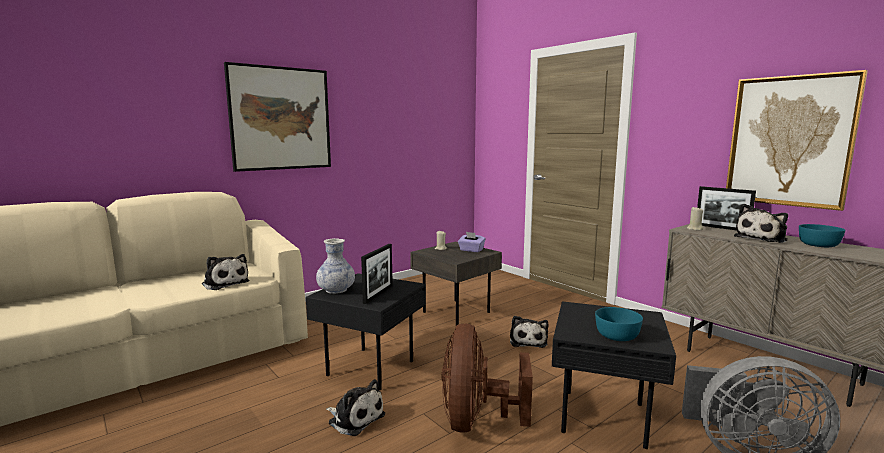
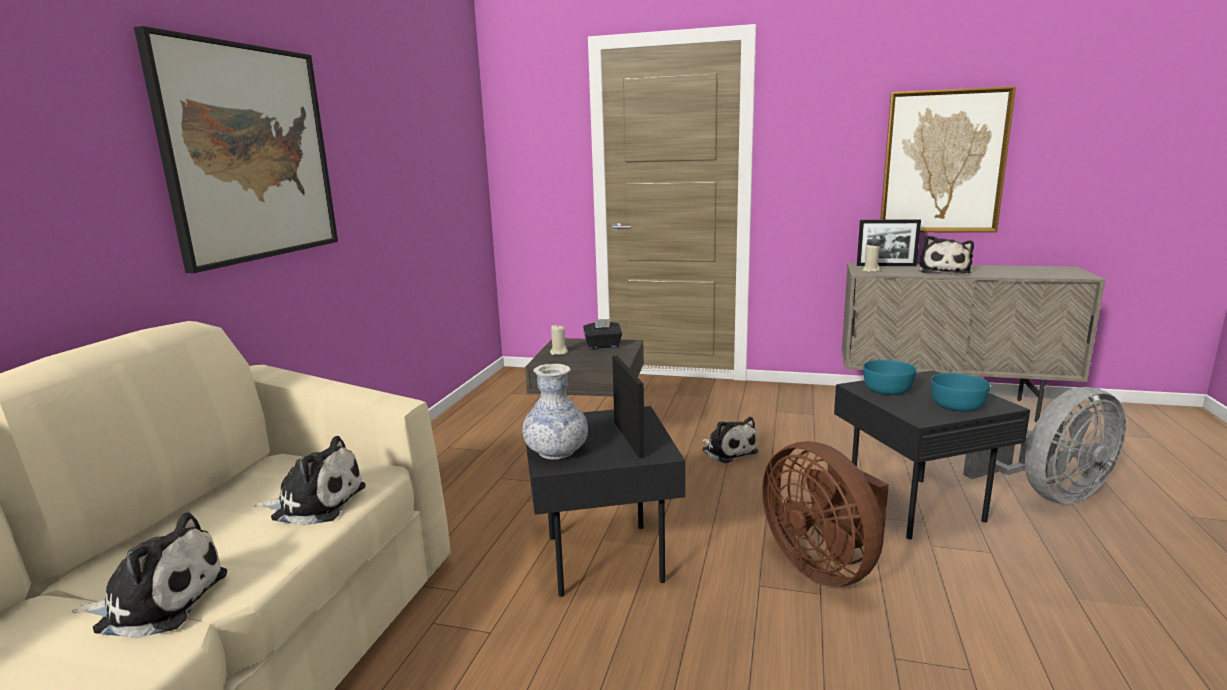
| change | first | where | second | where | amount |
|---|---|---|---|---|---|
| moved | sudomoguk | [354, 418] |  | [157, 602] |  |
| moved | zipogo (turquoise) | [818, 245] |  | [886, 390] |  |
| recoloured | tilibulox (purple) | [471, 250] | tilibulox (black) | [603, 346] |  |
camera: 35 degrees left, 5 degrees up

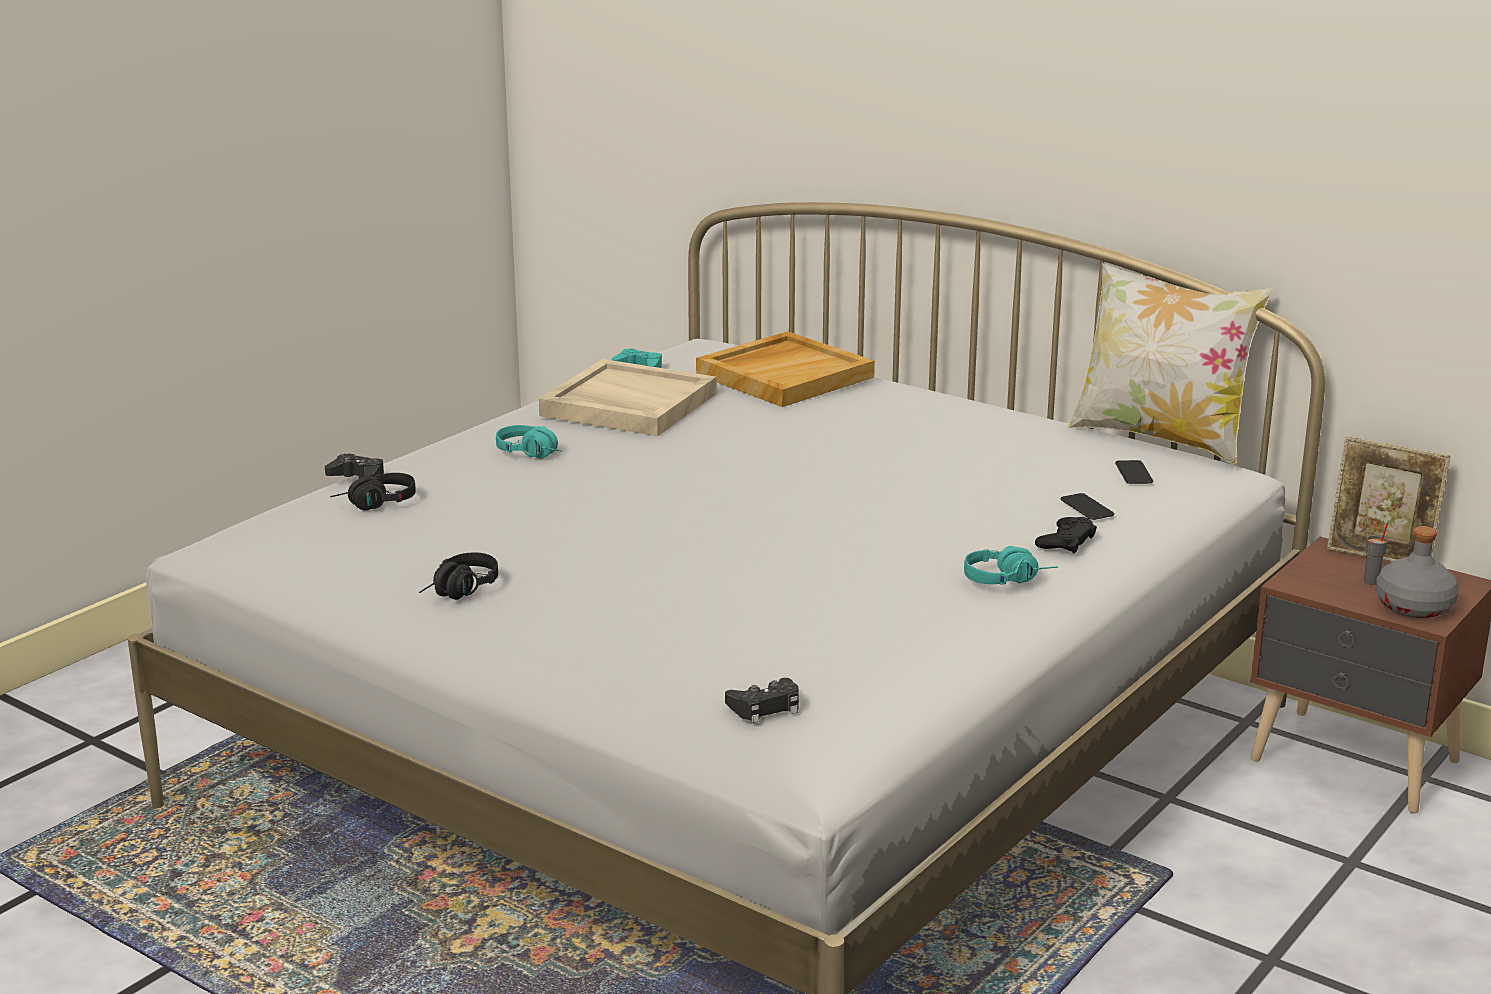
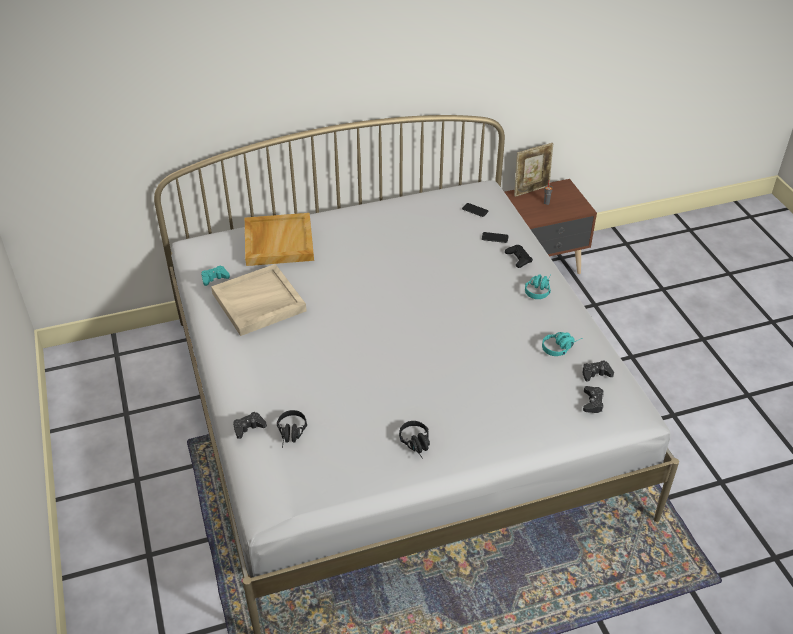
| change | first | where | second | where | amount |
|---|---|---|---|---|---|
| removed | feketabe | [1161, 438] |  |  |  |
| removed | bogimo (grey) | [1413, 607] |  |  |  |
| added |  |  | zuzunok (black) | [596, 373] |  |
| moved | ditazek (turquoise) | [534, 454] |  | [561, 347] |  |
camera: 55 degrees left, 20 degrees up

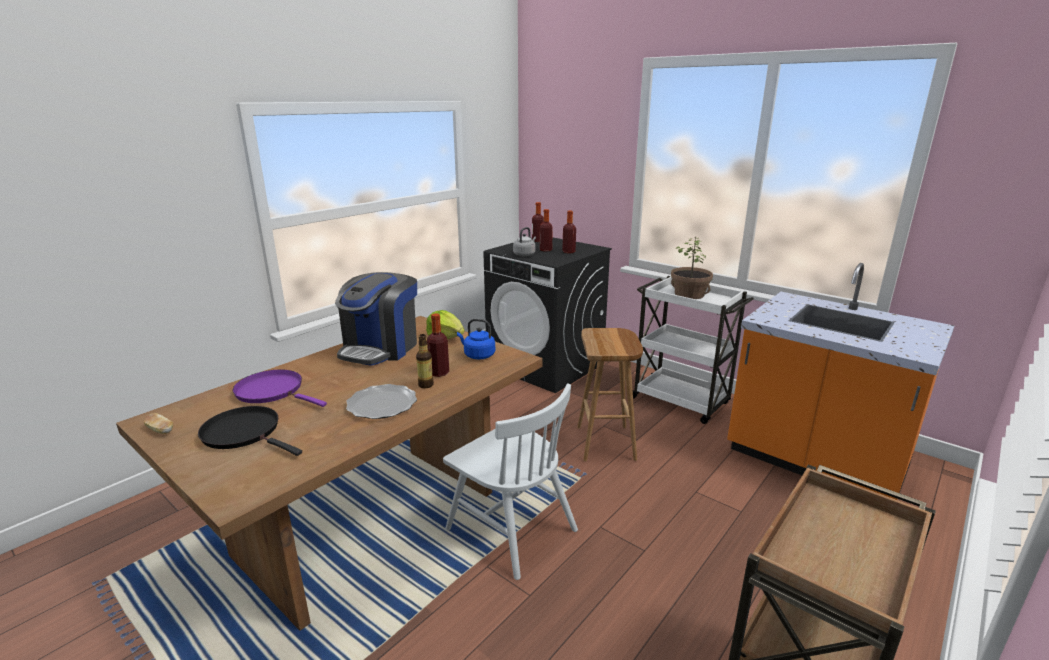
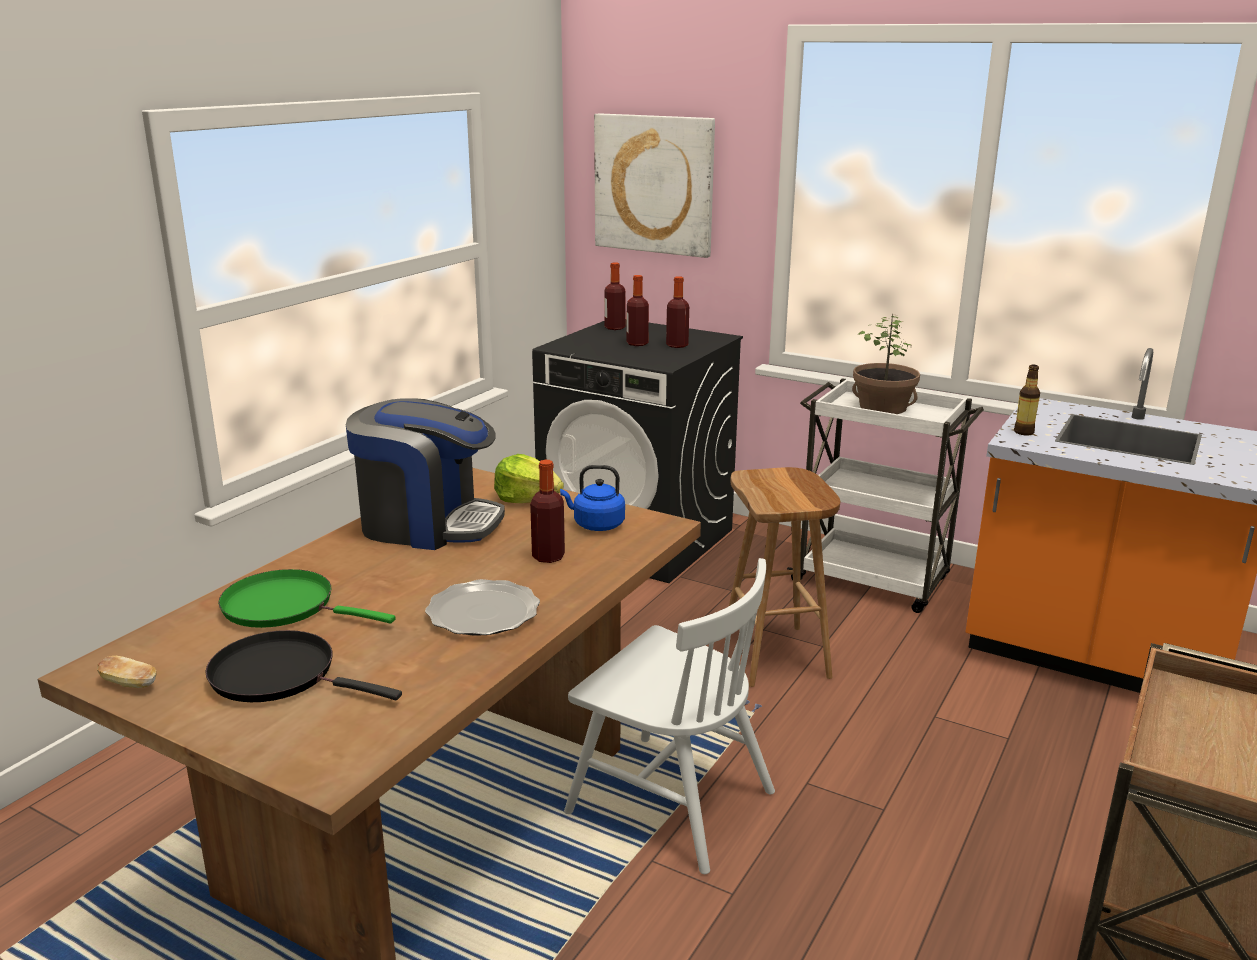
| change | first | where | second | where | amount |
|---|---|---|---|---|---|
| removed | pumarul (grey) | [525, 254] |  |  |  |
| added |  |  | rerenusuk | [654, 184] |  |
| moved | bogimo | [426, 385] |  | [1023, 432] |  |
| recoloured | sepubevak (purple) | [273, 391] | sepubevak (green) | [285, 606] |  |
| turned | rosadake | [381, 348] |  | [428, 524] | 90 degrees counterclockwise |
camera: 10 degrees left, 0 degrees up

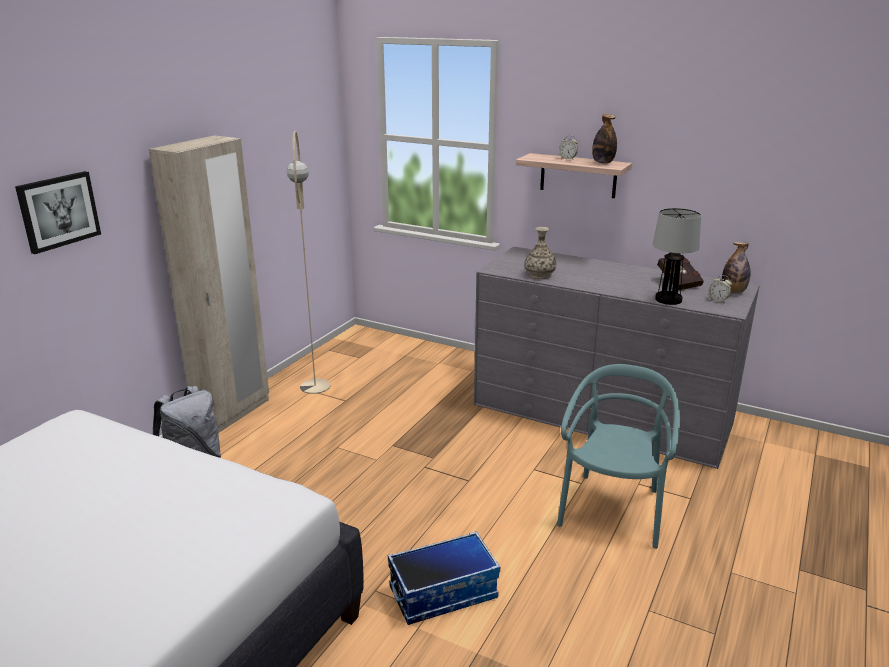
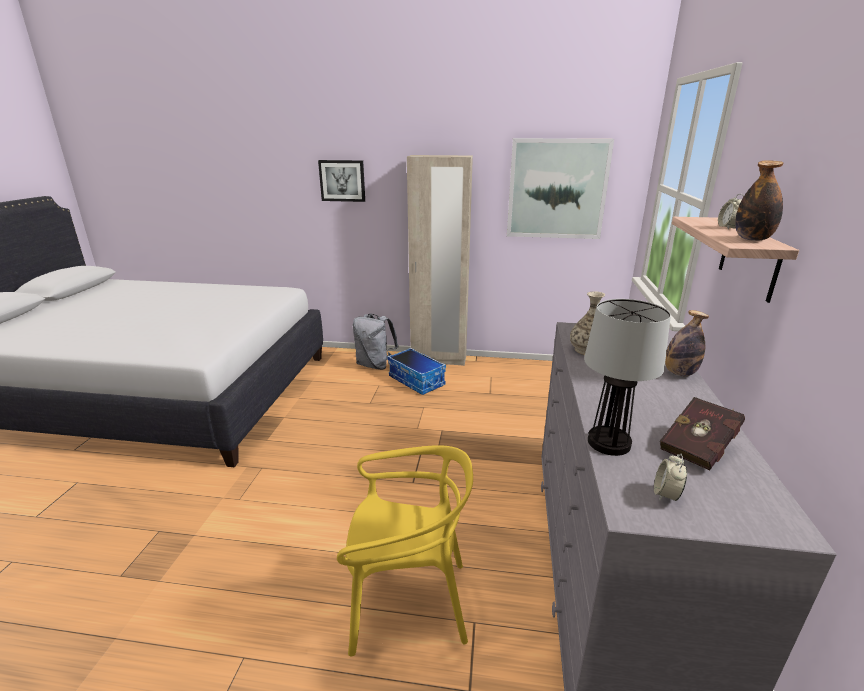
| change | first | where | second | where | amount |
|---|---|---|---|---|---|
| removed | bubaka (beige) | [315, 386] |  |  |  |
| added |  |  | rerenusuk | [557, 189] |  |
| moved | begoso | [443, 592] |  | [417, 381] |  |
| moved | bogimo | [733, 292] |  | [679, 373] |  |
| recoloured | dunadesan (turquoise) | [612, 510] | dunadesan (yellow) | [408, 601] |  |
camera: 70 degrees right, 0 degrees up

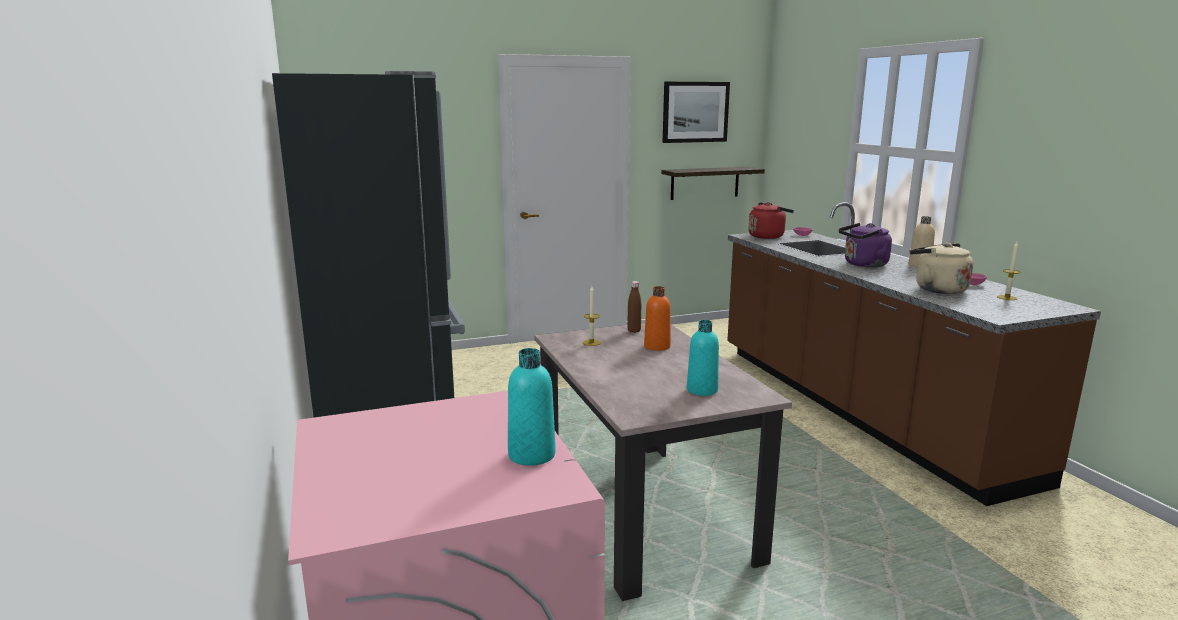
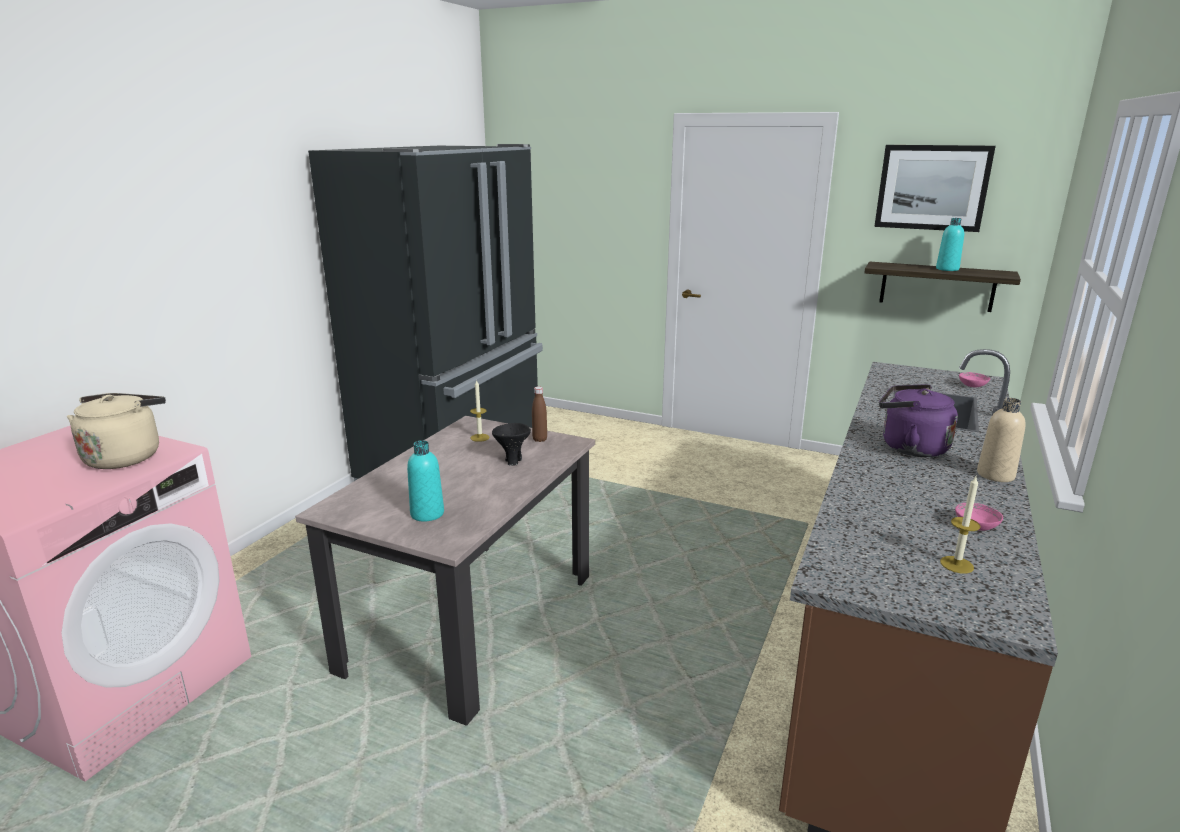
| change | first | where | second | where | amount |
|---|---|---|---|---|---|
| removed | pumarul (red) | [768, 236] |  |  |  |
| moved | bogimo (turquoise) | [531, 455] |  | [947, 269] |  |
| moved | pumarul (beige) | [937, 289] |  | [126, 457] |  |
| replaced | bogimo (orange) | [657, 346] | zipogo (black) | [513, 461] |  |
camera: 45 degrees right, 5 degrees up

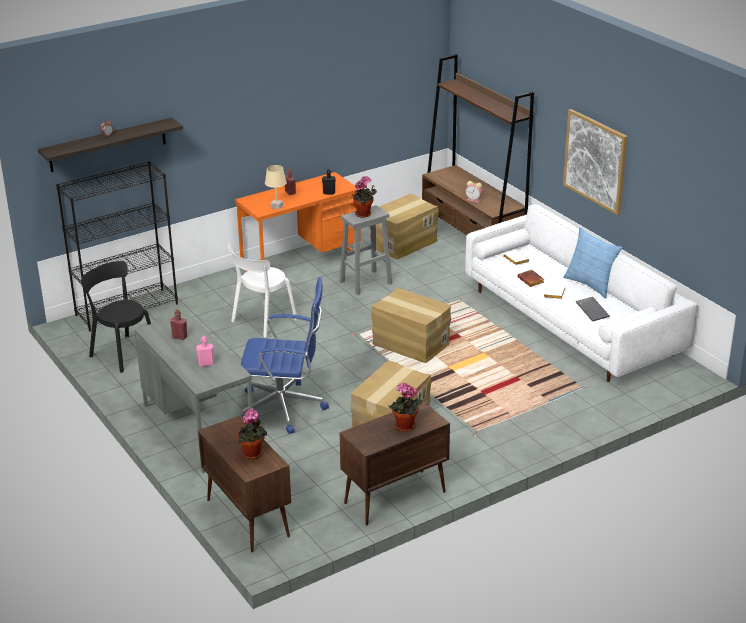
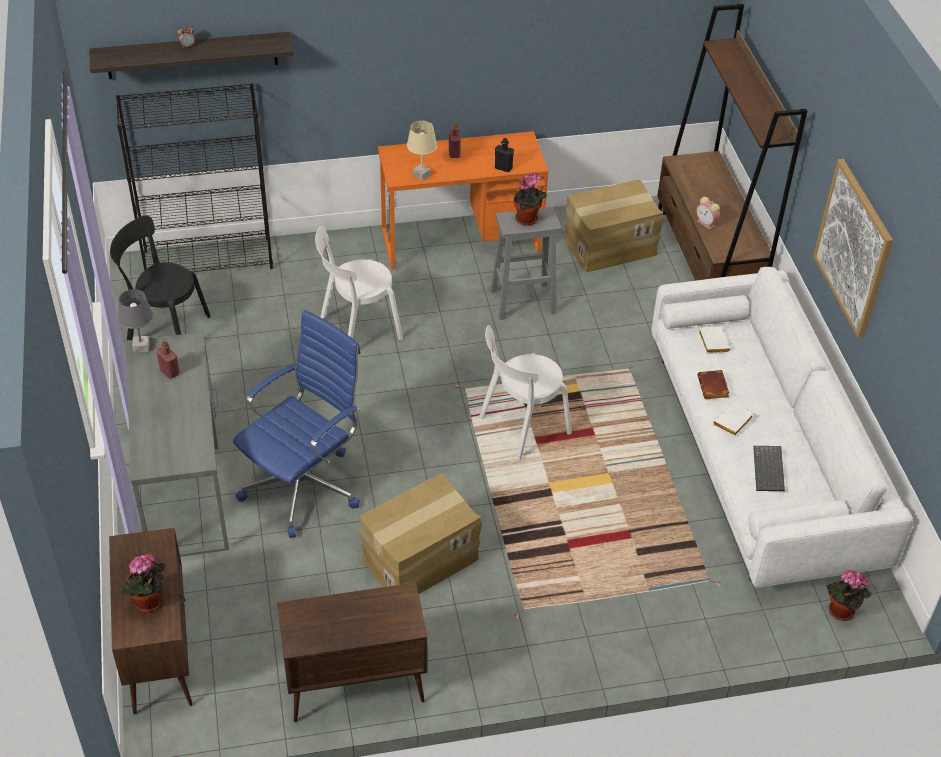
| change | first | where | second | where | amount |
|---|---|---|---|---|---|
| removed | bogimo (pink) | [206, 364] |  |  |  |
| removed | feketabe | [590, 284] |  |  |  |
| added |  |  | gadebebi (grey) | [142, 347] |  |
| moved | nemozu | [404, 427] |  | [840, 612] |  |
| replaced | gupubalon | [410, 344] | dunadesan (white) | [521, 427] |  |
| turned | dunadesan (black) | [122, 352] |  | [165, 329] | 45 degrees counterclockwise |
| turned | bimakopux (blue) | [285, 408] |  | [304, 485] | 75 degrees counterclockwise |
camera: 20 degrees right, 15 degrees up

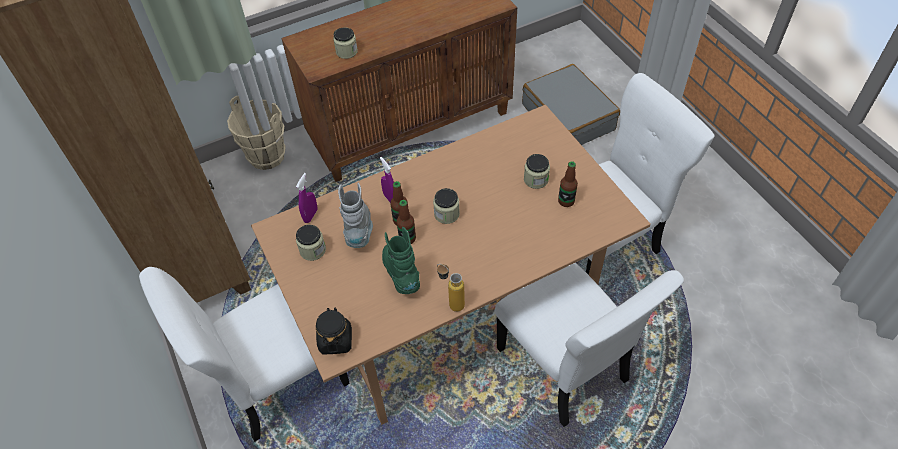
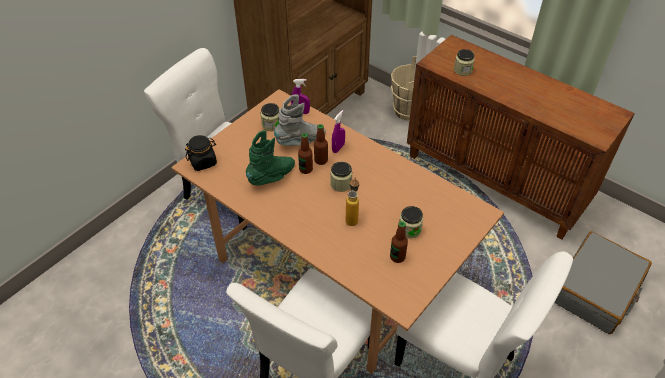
| change | first | where | second | where | amount |
|---|---|---|---|---|---|
| moved | bogimo | [451, 302] |  | [352, 217] |  |
camera: 65 degrees right, 5 degrees down

